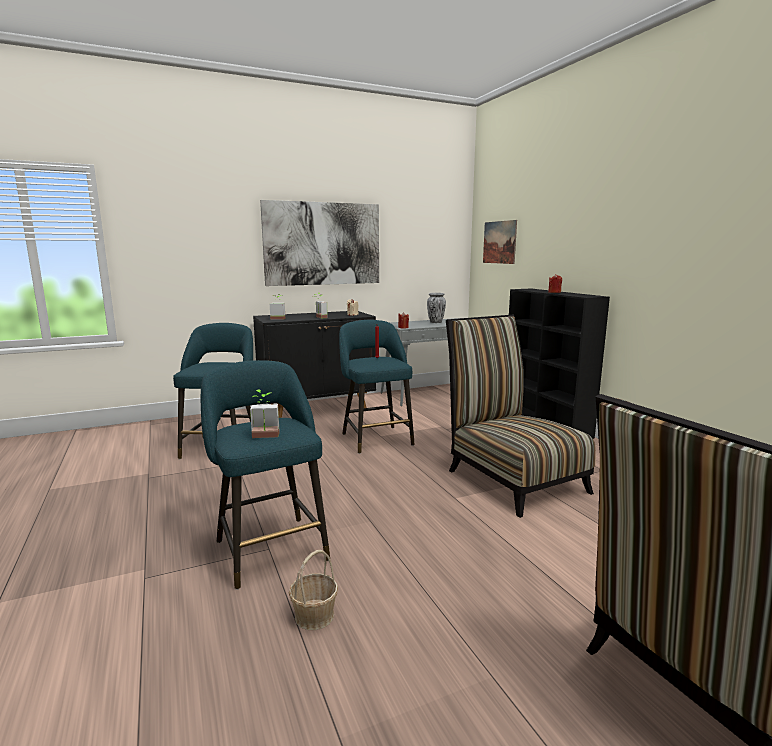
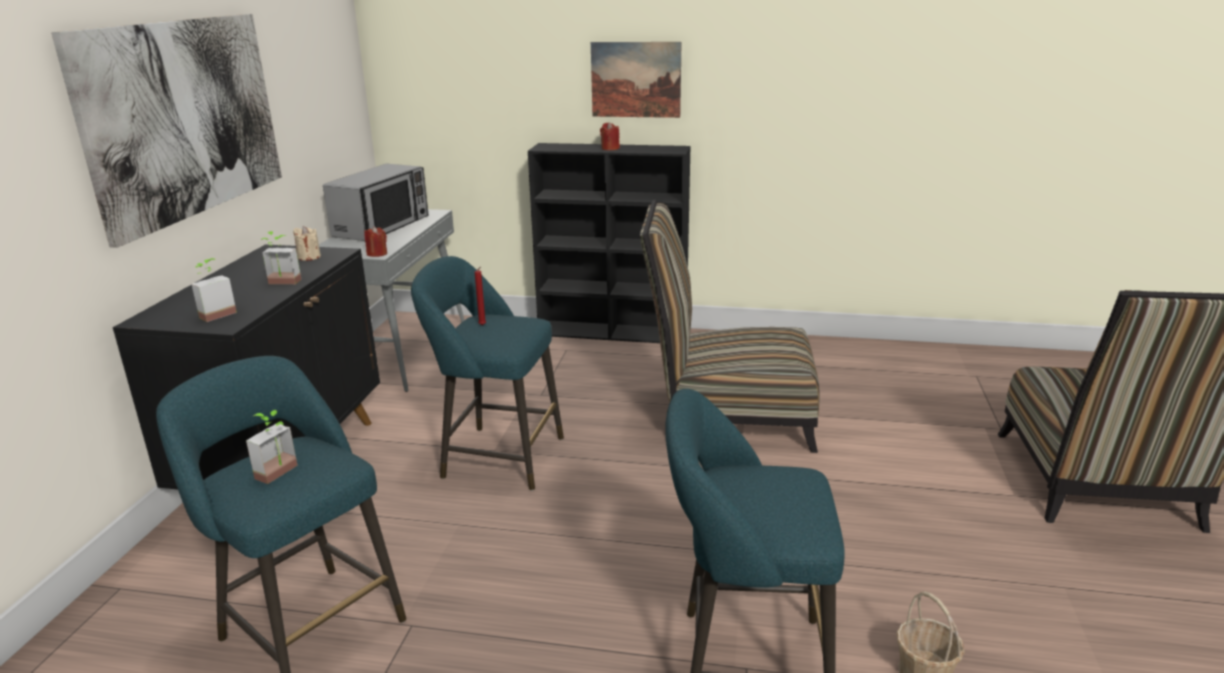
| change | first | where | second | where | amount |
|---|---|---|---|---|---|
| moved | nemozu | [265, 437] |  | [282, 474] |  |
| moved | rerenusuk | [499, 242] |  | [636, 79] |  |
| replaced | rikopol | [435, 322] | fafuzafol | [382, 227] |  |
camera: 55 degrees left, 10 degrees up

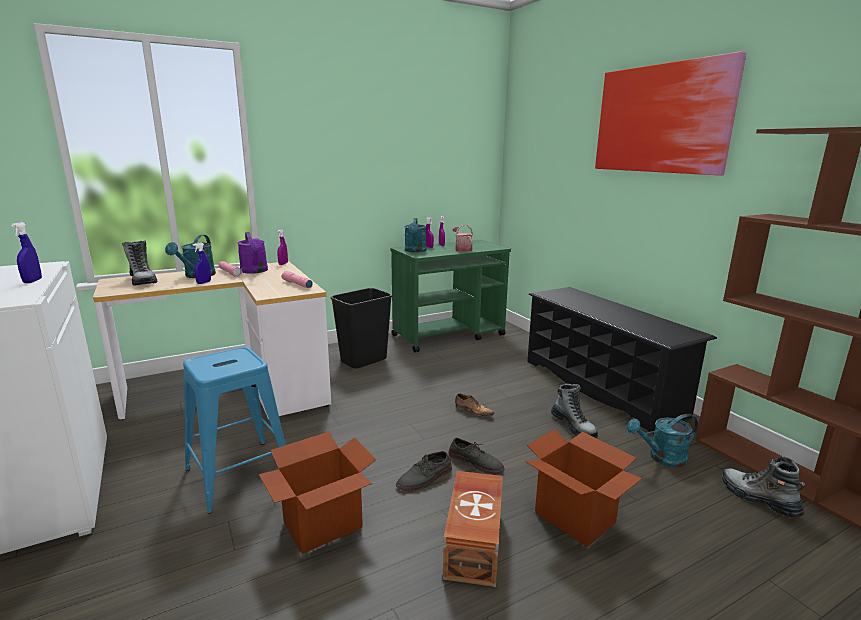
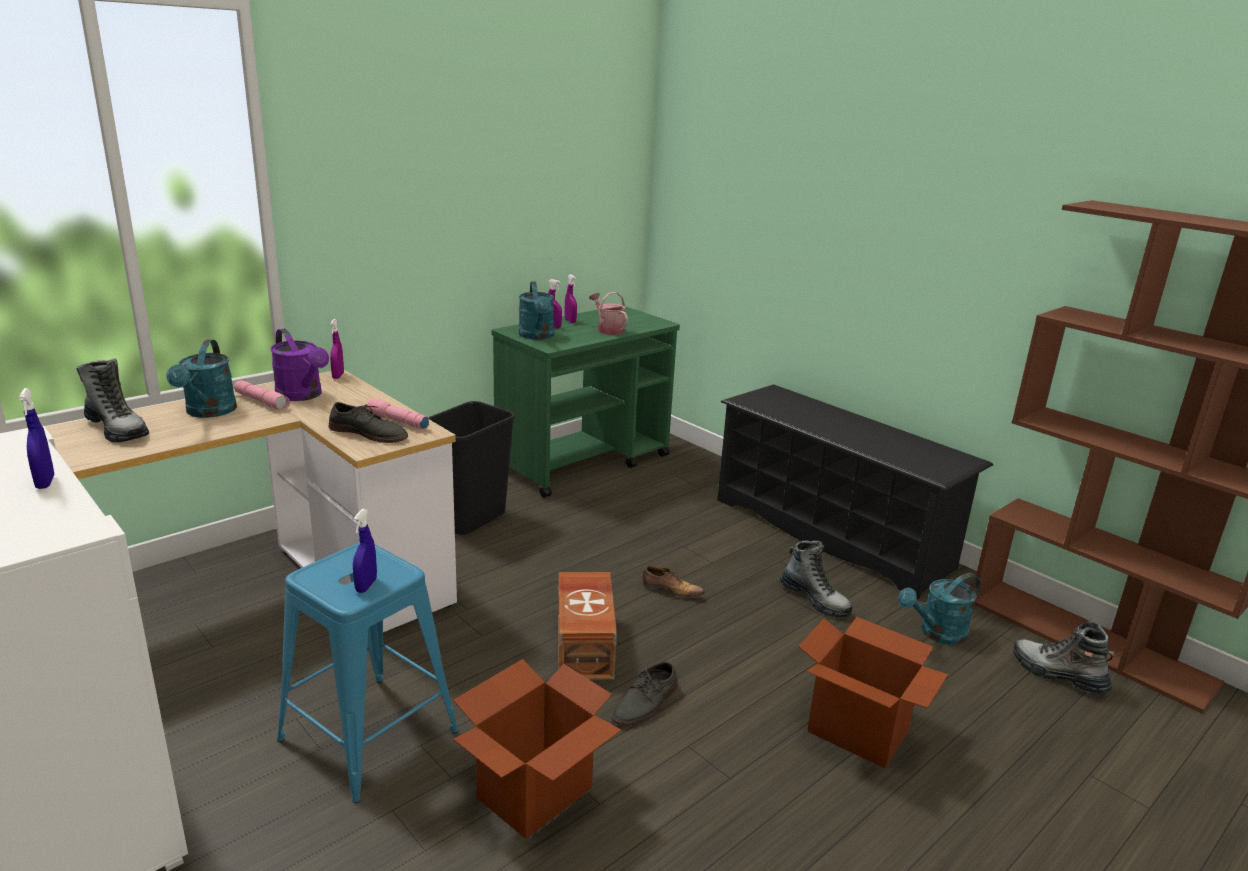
| change | first | where | second | where | amount |
|---|---|---|---|---|---|
| removed | rerenusuk | [661, 119] |  |  |  |
| moved | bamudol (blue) | [204, 282] |  | [366, 586] |  |
| moved | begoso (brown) | [475, 543] |  | [586, 644] |  |
| moved | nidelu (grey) | [476, 462] |  | [369, 433] |  |
camera: 15 degrees left, 5 degrees up

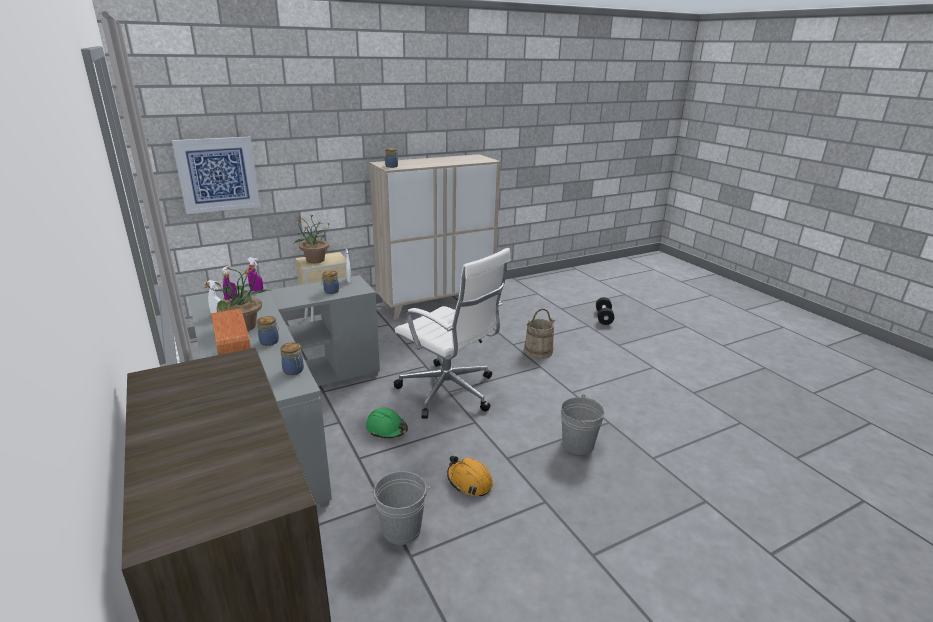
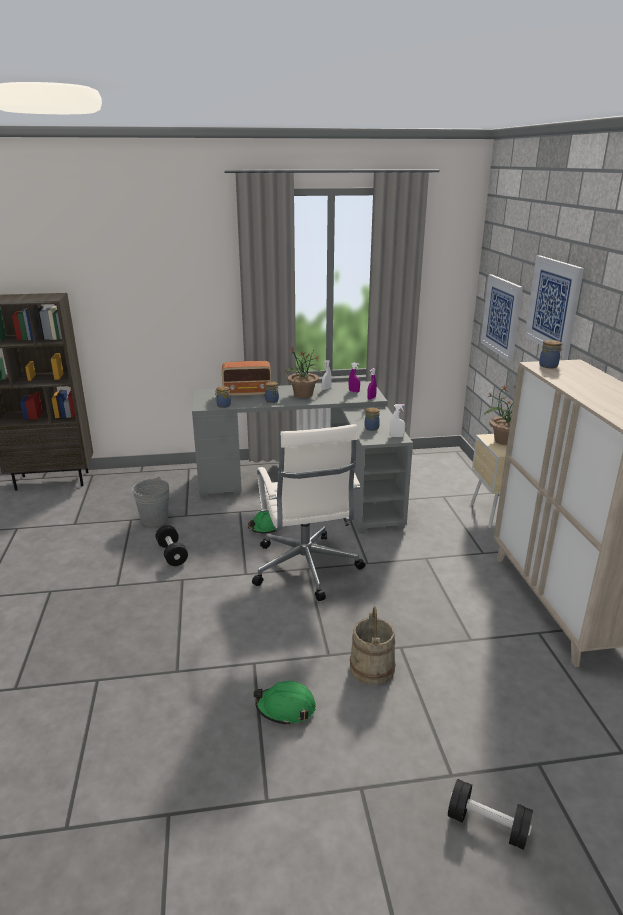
| change | first | where | second | where | amount |
|---|---|---|---|---|---|
| removed | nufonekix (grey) | [578, 444] |  |  |  |
| added |  |  | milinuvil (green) | [286, 708] |  |
| added |  |  | rerenusuk | [553, 305] |  |
| replaced | milinuvil (orange) | [469, 481] | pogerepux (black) | [172, 554] |  |
| turned | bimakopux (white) | [449, 392] |  | [306, 569] | 75 degrees counterclockwise |
camera: 110 degrees right, 0 degrees up

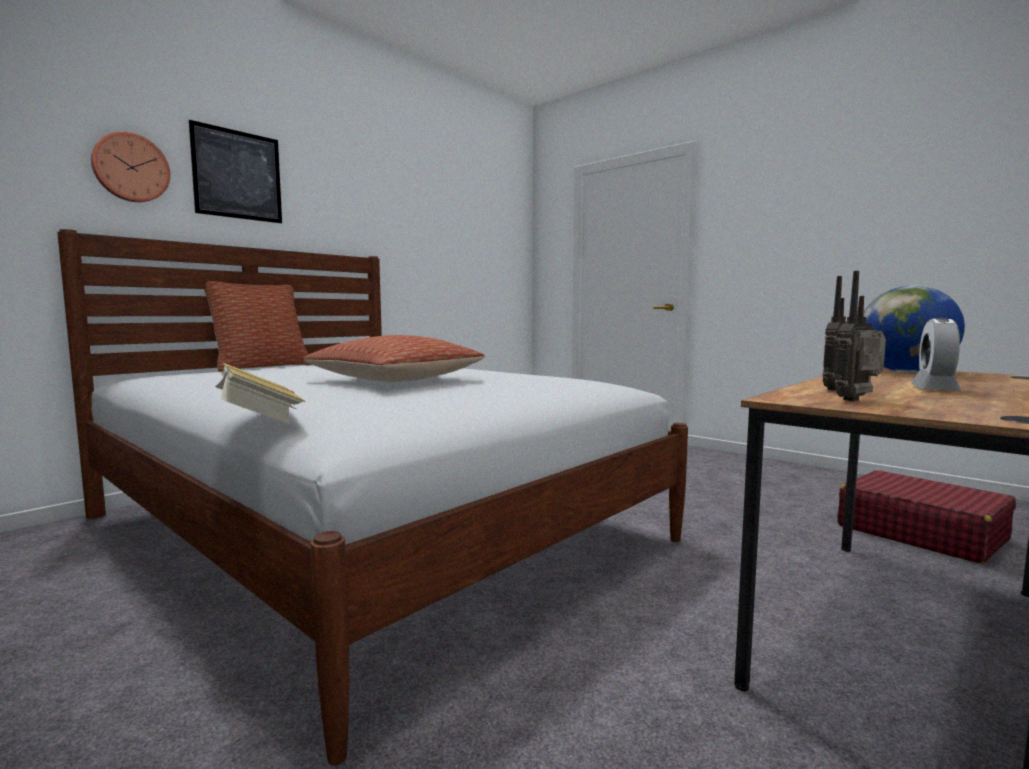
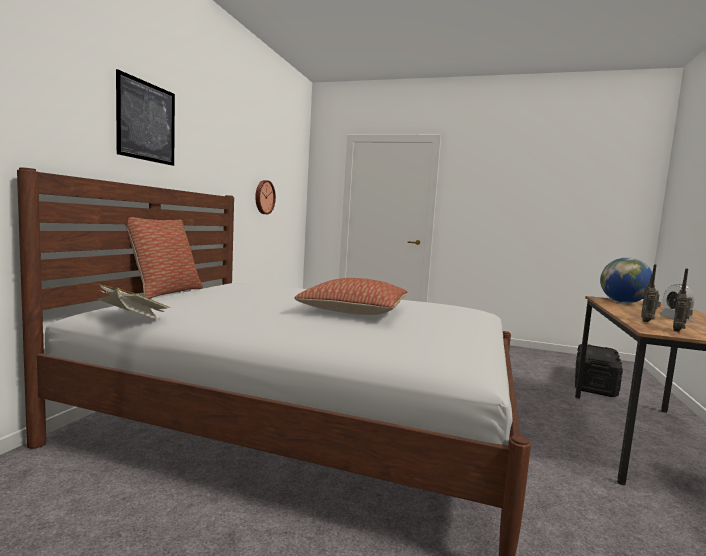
| change | first | where | second | where | amount |
|---|---|---|---|---|---|
| moved | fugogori | [130, 168] |  | [263, 197] |  |
| moved | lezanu | [258, 417] |  | [131, 317] |  |
| replaced | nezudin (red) | [920, 532] | begoso (black) | [594, 383] |  |
camera: 25 degrees left, 0 degrees up

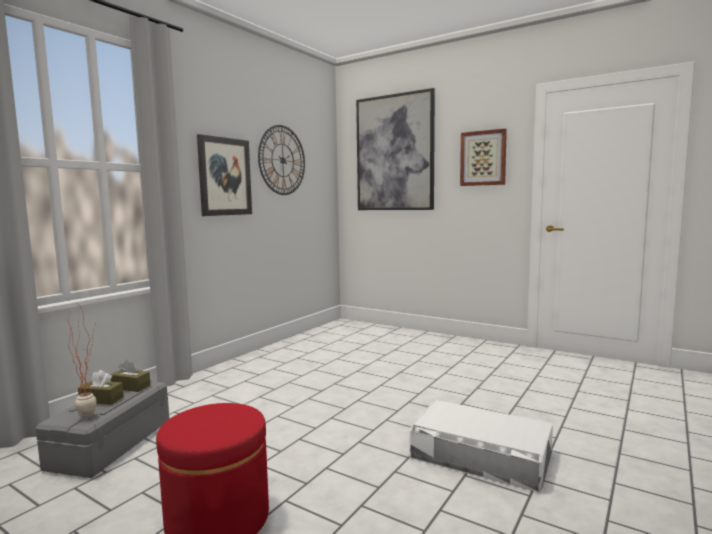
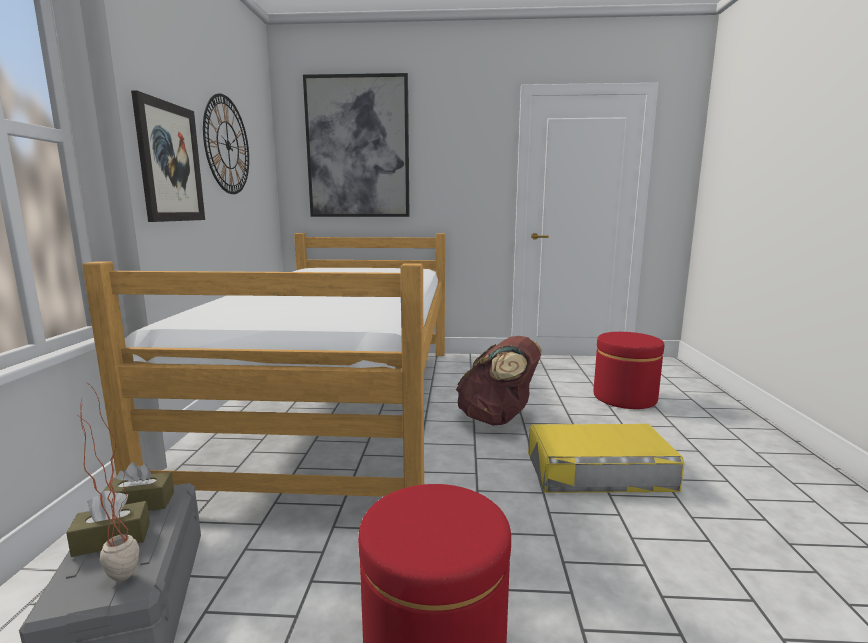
| change | first | where | second | where | amount |
|---|---|---|---|---|---|
| removed | rerenusuk | [483, 158] |  |  |  |
| added |  |  | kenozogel | [342, 405] |  |
| added |  |  | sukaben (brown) | [498, 419] |  |
| added |  |  | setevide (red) | [624, 398] |  |
| recoloured | begoso (white) | [481, 455] | begoso (yellow) | [598, 470] |  |
camera: 30 degrees left, 5 degrees up

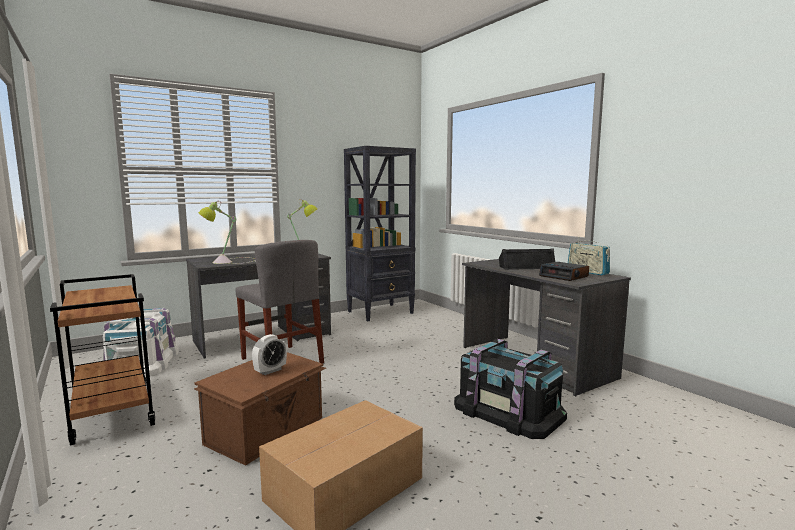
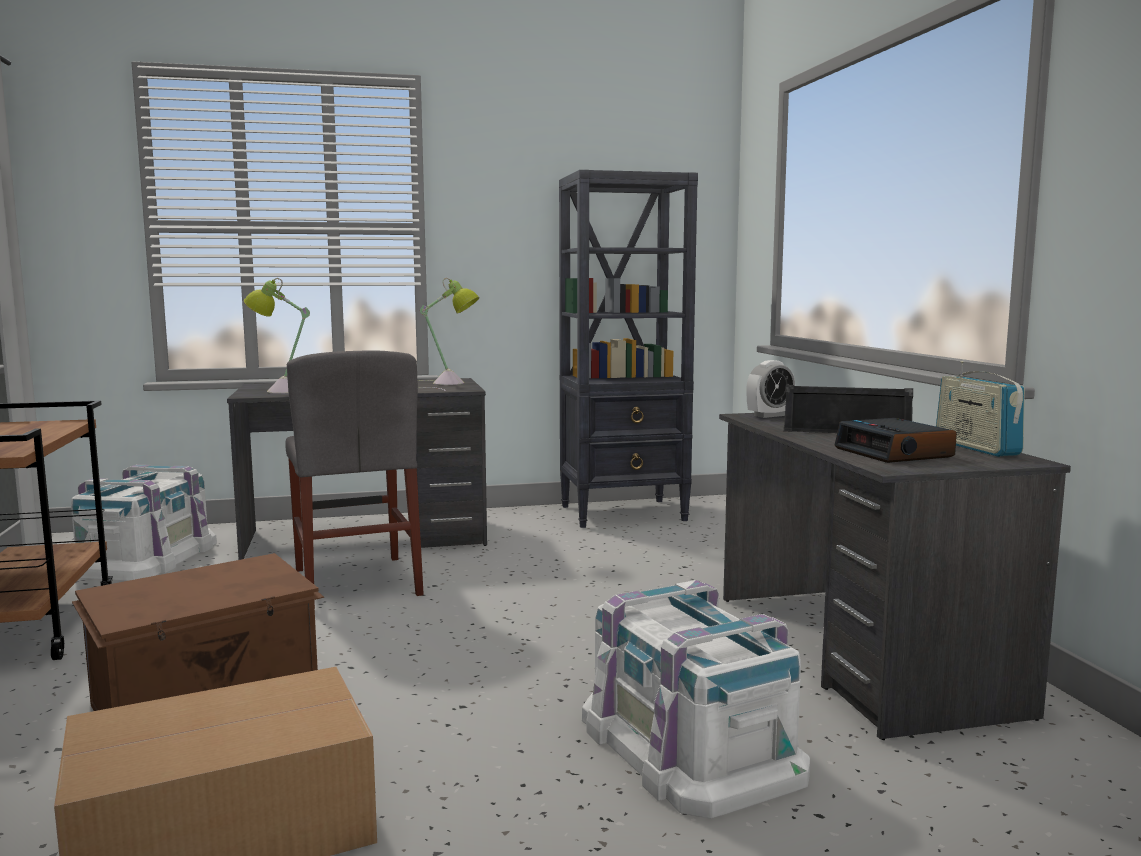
| change | first | where | second | where | amount |
|---|---|---|---|---|---|
| moved | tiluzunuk | [270, 371] |  | [769, 415] |  |
| recoloured | begoso (black) | [508, 411] | begoso (white) | [690, 745] |  |
camera: 20 degrees right, 0 degrees up

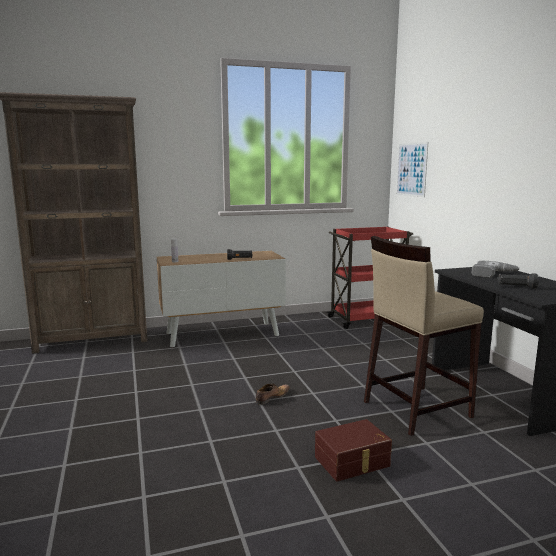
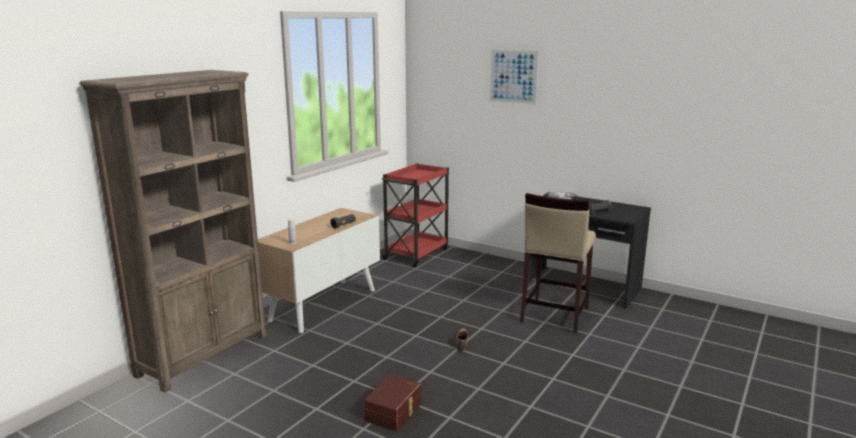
| change | first | where | second | where | amount |
|---|---|---|---|---|---|
| moved | begoso (brown) | [353, 462] |  | [395, 412] |  |
| moved | rerenusuk | [411, 169] |  | [513, 76] |  |
camera: 40 degrees left, 5 degrees up

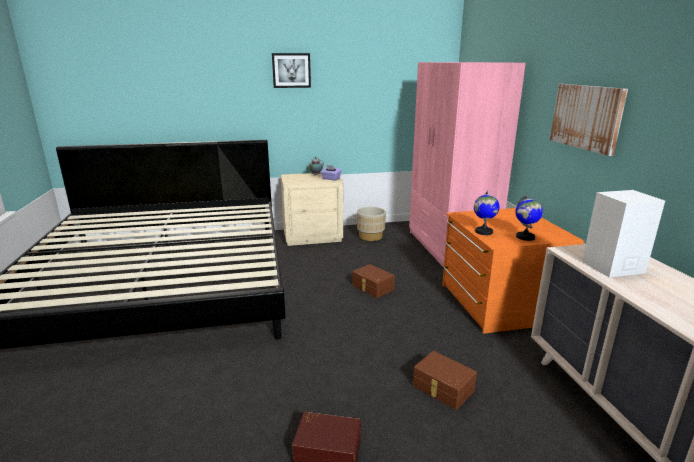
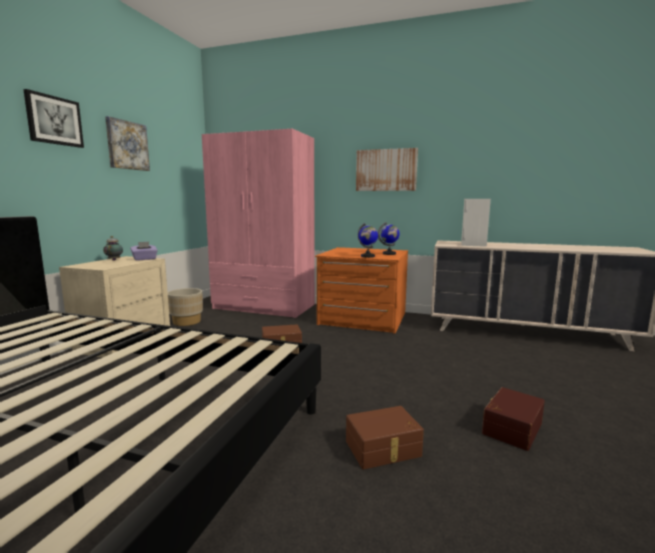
| change | first | where | second | where | amount |
|---|---|---|---|---|---|
| added |  |  | rerenusuk | [127, 145] |  |
| moved | begoso (brown) | [442, 389] |  | [383, 449] |  |
camera: 60 degrees left, 10 degrees down

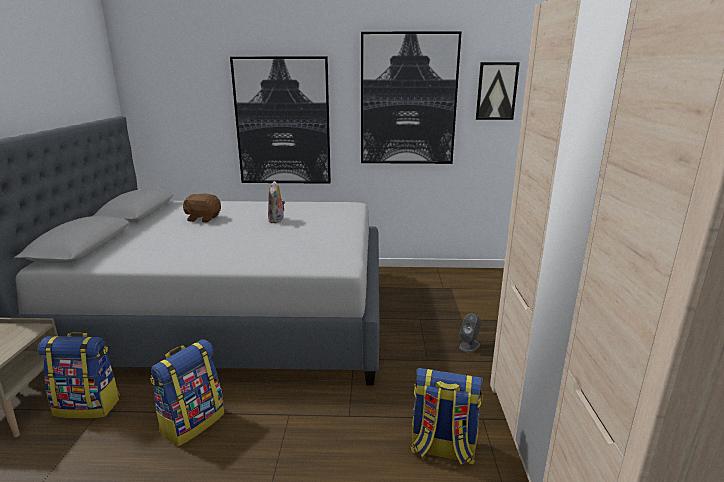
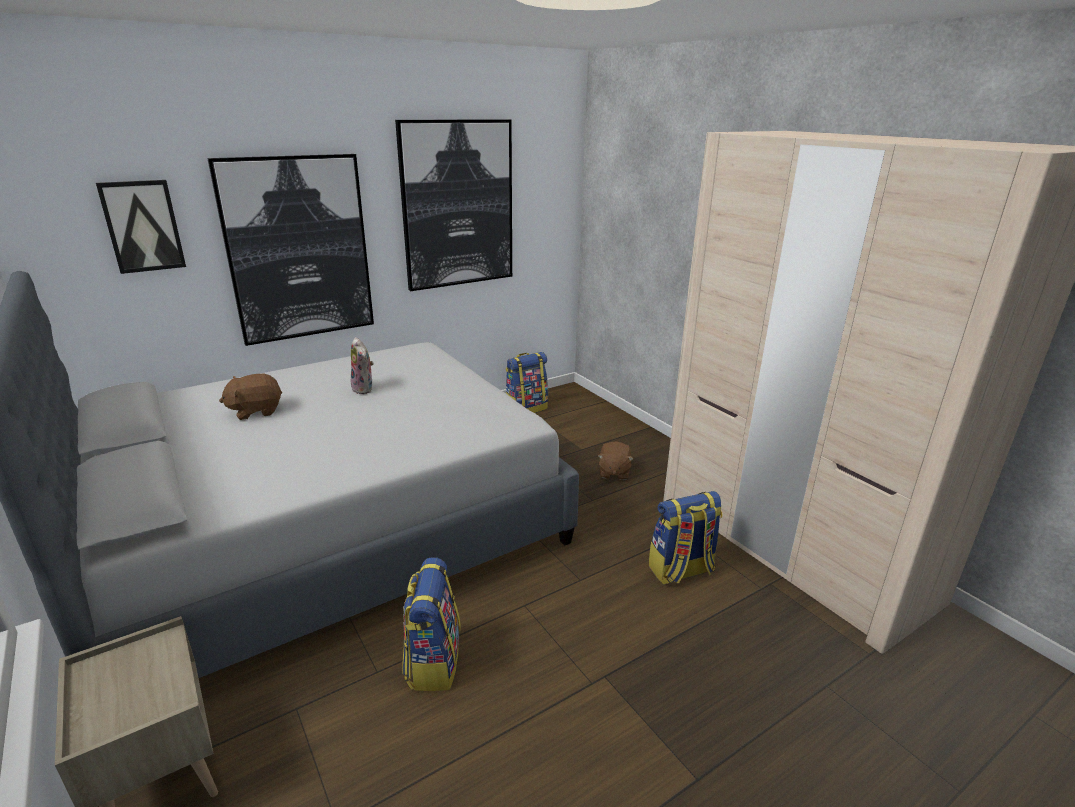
| change | first | where | second | where | amount |
|---|---|---|---|---|---|
| moved | sukaben | [89, 406] |  | [526, 408] |  |
| moved | rerenusuk | [496, 91] |  | [143, 226] |  |
| replaced | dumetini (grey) | [469, 345] | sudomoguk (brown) | [613, 472] |  |
camera: 35 degrees left, 5 degrees up

